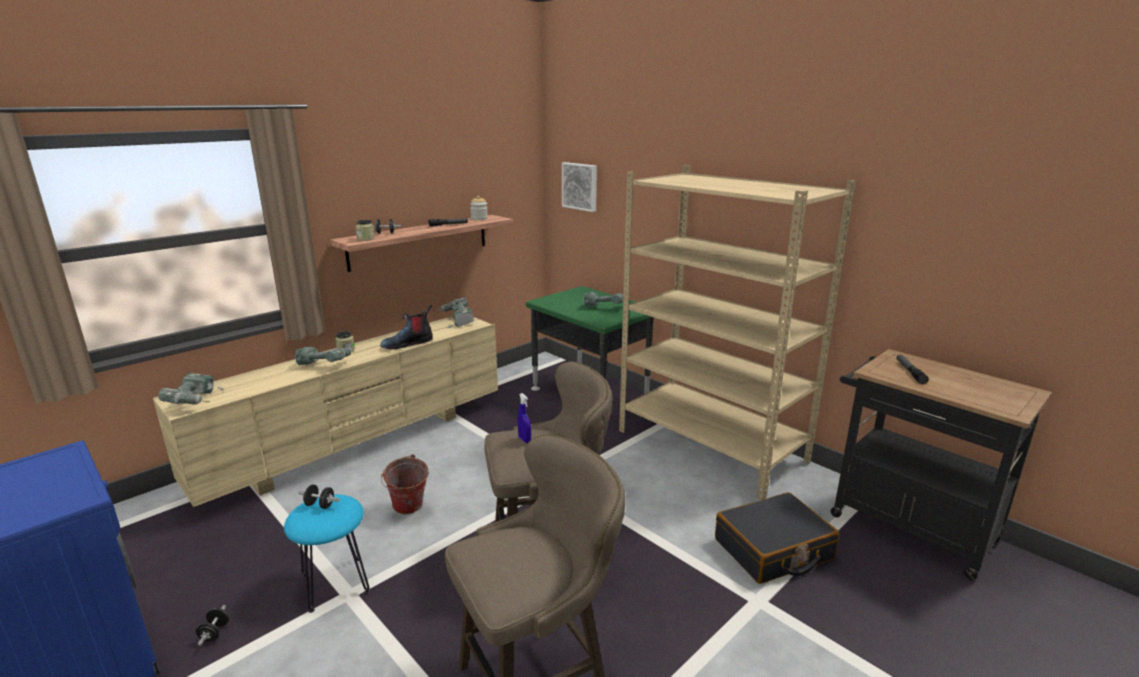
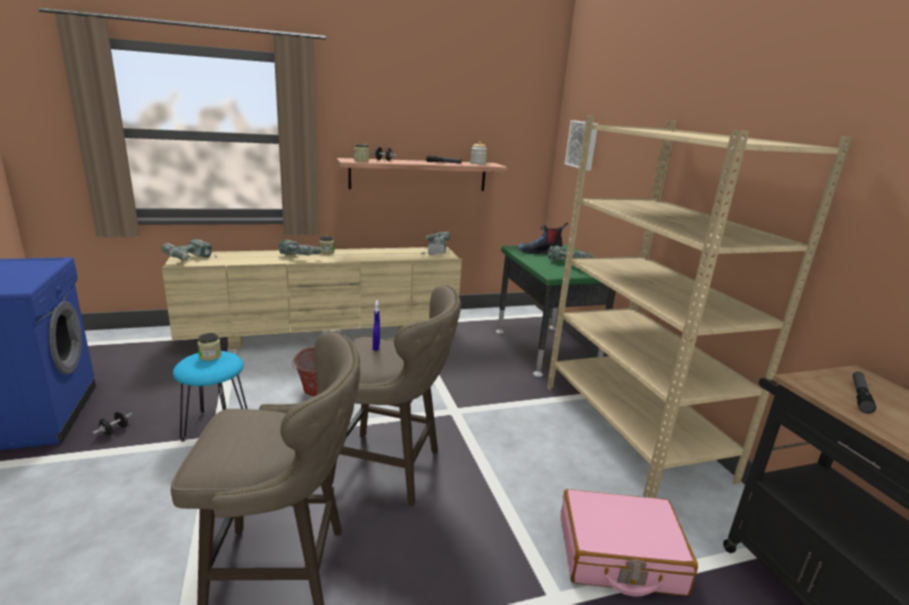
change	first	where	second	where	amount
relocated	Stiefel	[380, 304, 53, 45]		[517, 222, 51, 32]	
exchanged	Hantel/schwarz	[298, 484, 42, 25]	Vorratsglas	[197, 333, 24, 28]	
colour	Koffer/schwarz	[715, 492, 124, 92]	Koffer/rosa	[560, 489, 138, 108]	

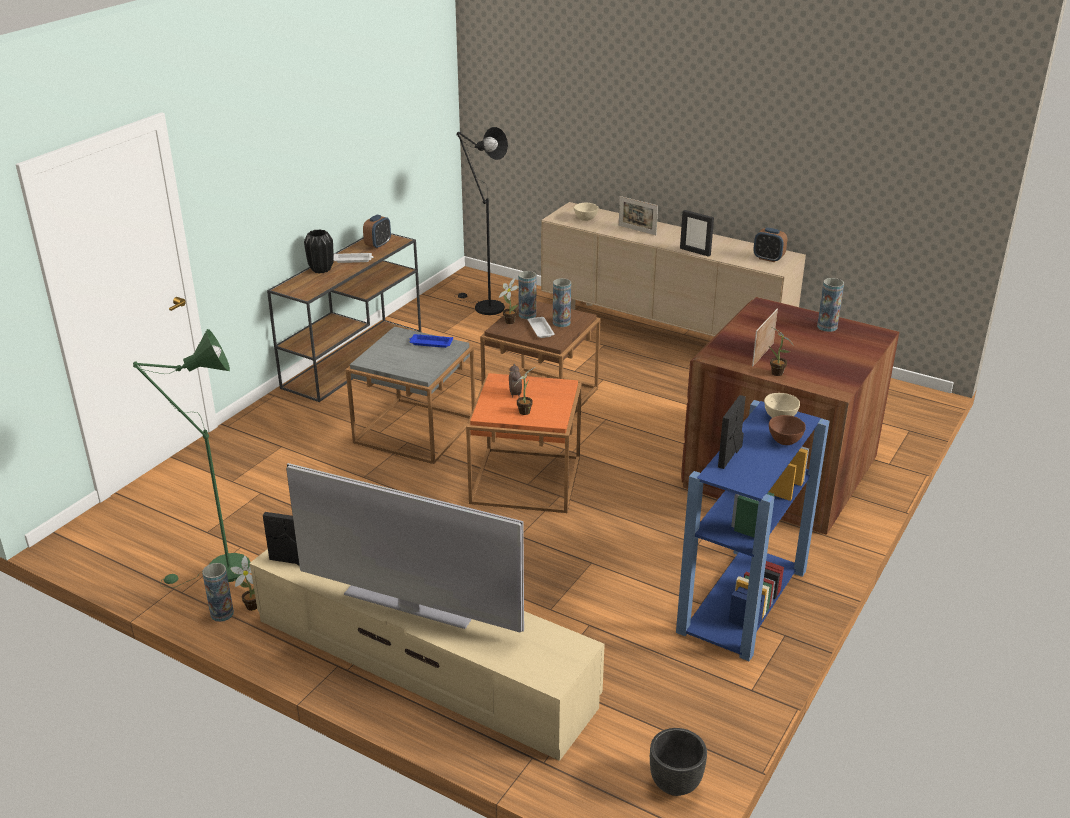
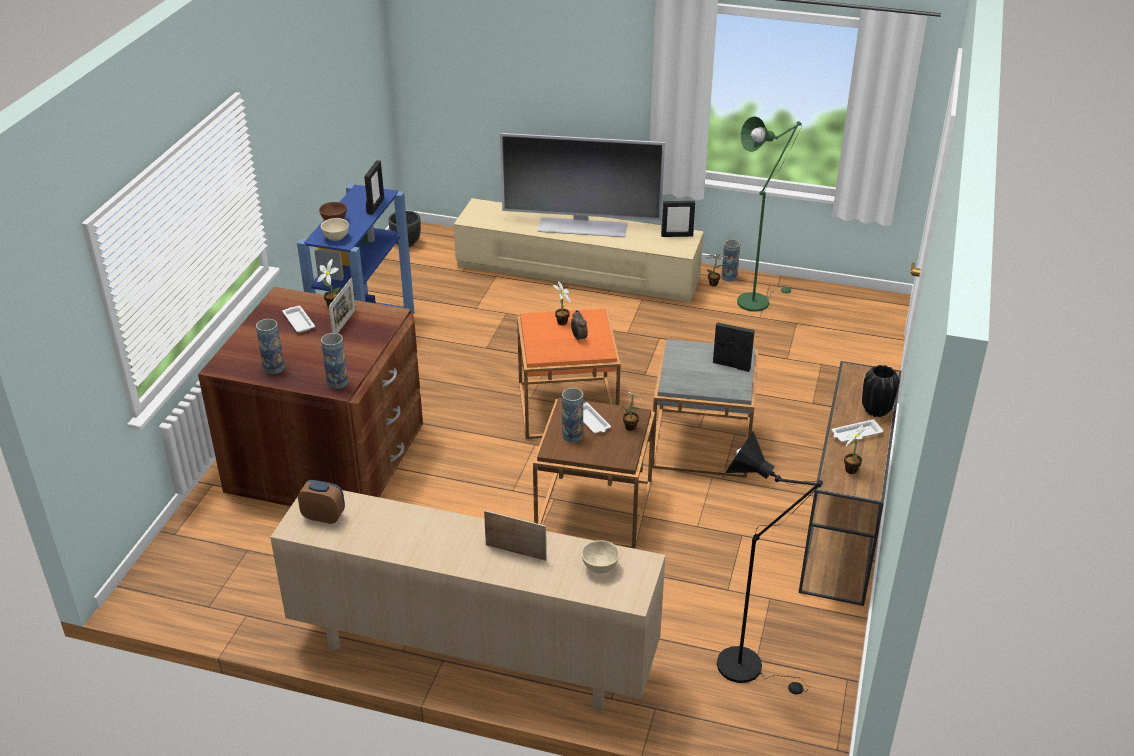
change	first	where	second	where	amount
relocated	Bilderrahmen	[680, 210, 34, 47]		[713, 322, 42, 50]	
exchanged	Wecker	[363, 215, 28, 34]	Topfpflanze	[844, 425, 27, 49]	
relocated	Vase	[518, 271, 18, 48]		[321, 333, 27, 56]	
missing	Tablett/blau	[409, 334, 44, 14]			
appeared			Tablett/weiß	[282, 306, 33, 26]	

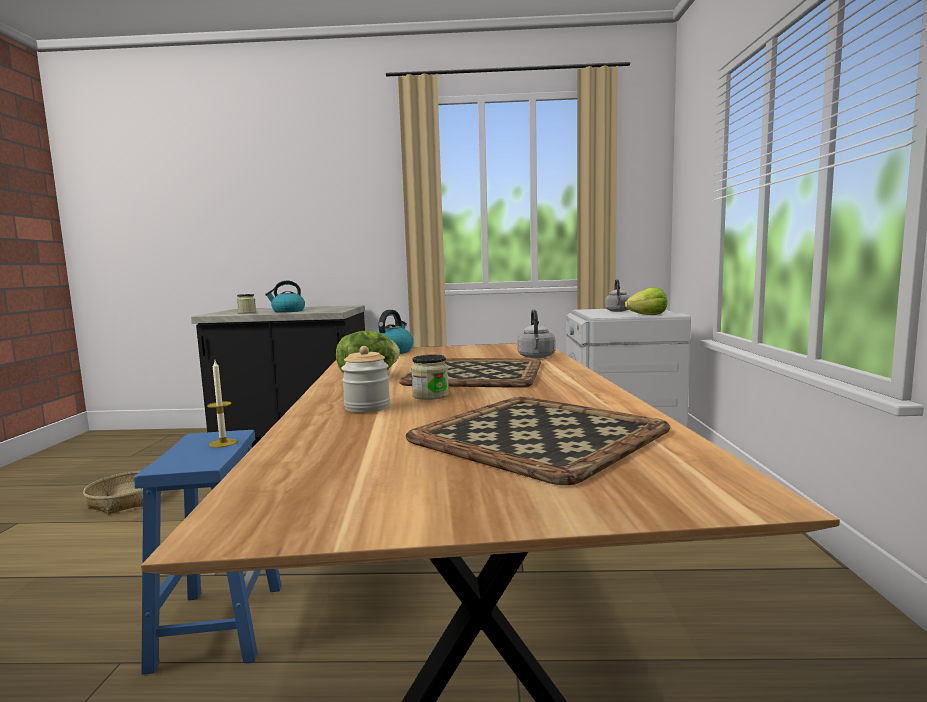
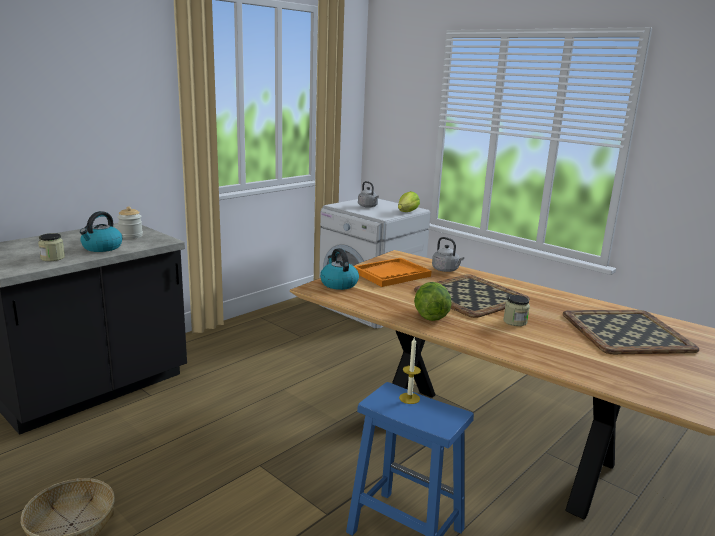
change	first	where	second	where	amount
relocated	Vorratsglas	[341, 346, 49, 67]		[117, 207, 26, 32]	
appeared			Tablett/orange	[354, 258, 77, 29]	

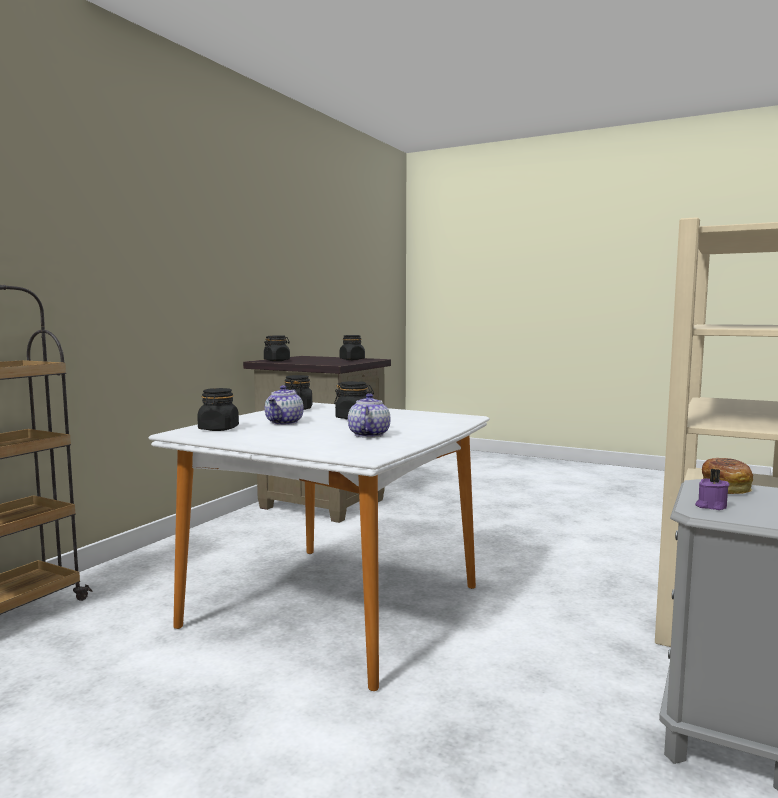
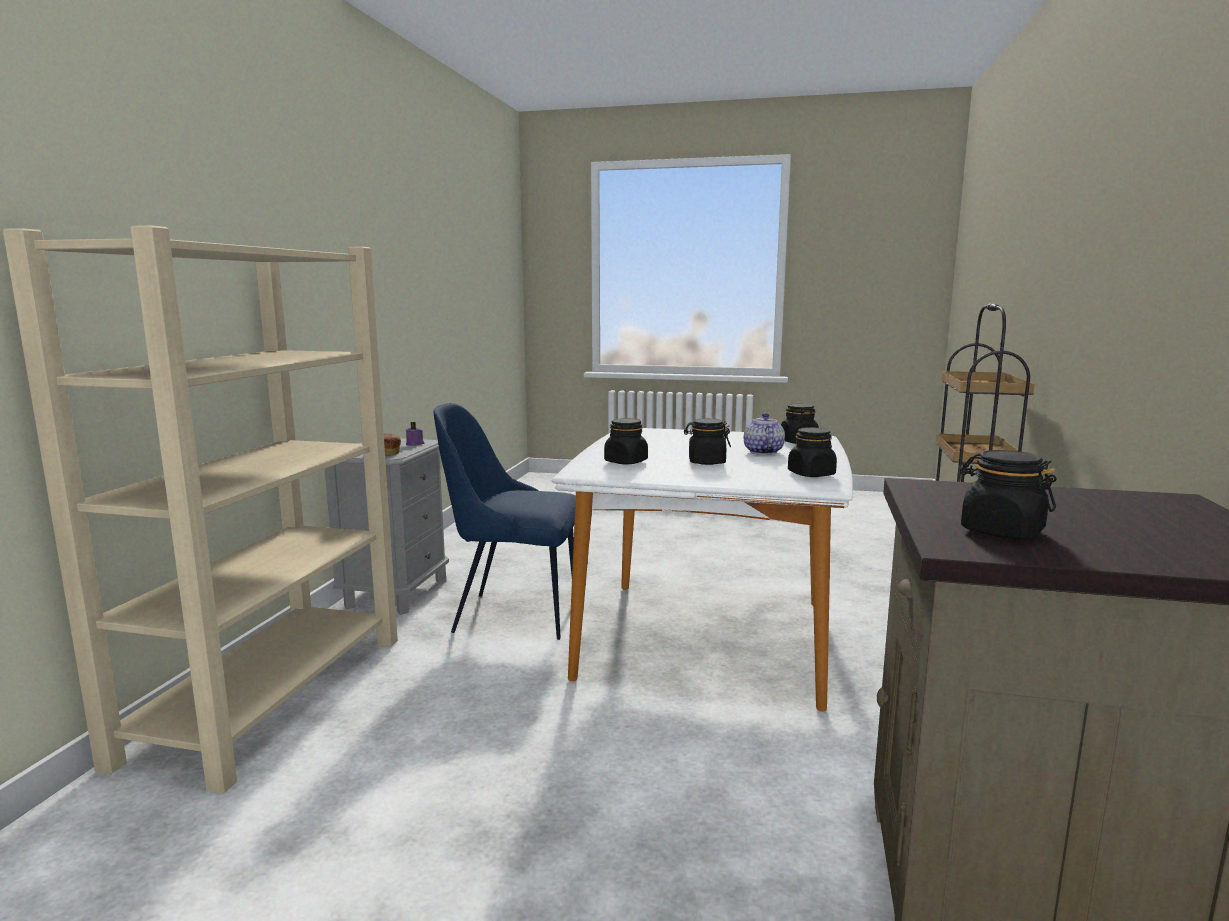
change	first	where	second	where	amount
relocated	Vorratsglas/schwarz	[264, 335, 26, 26]		[604, 418, 44, 46]	
missing	Teekanne	[348, 393, 42, 45]			
appeared			Stuhl/blau	[434, 403, 142, 237]	

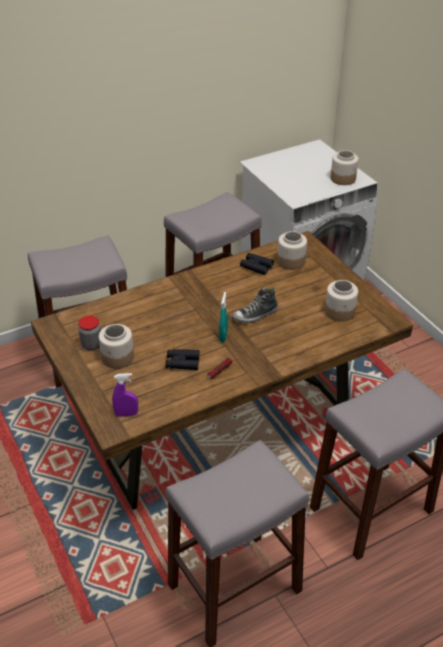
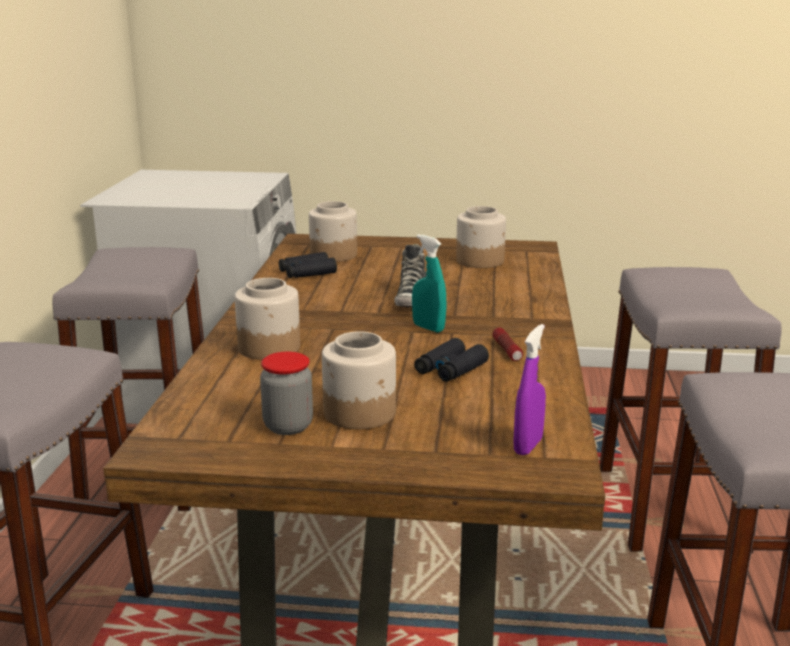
change	first	where	second	where	amount
relocated	Vorratsglas	[331, 150, 28, 35]		[235, 278, 65, 82]	

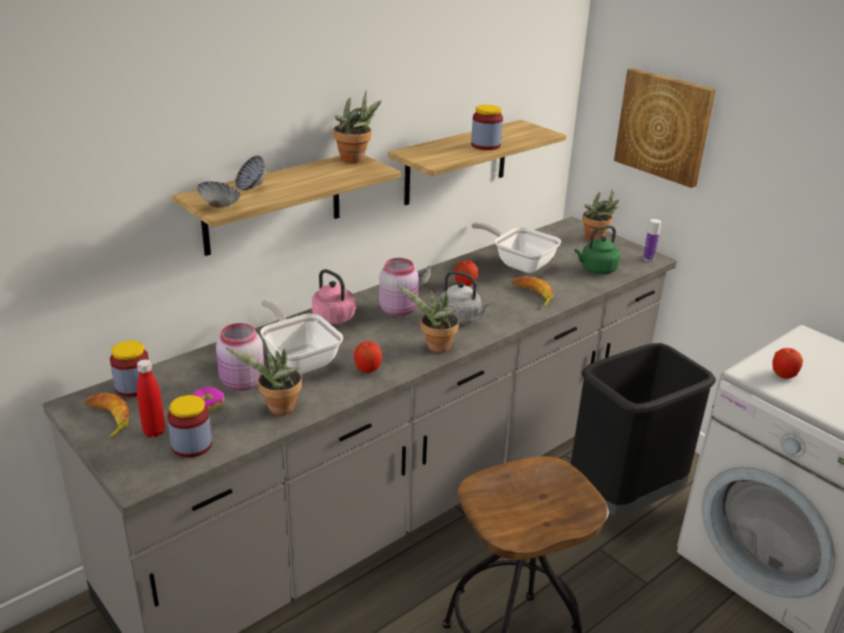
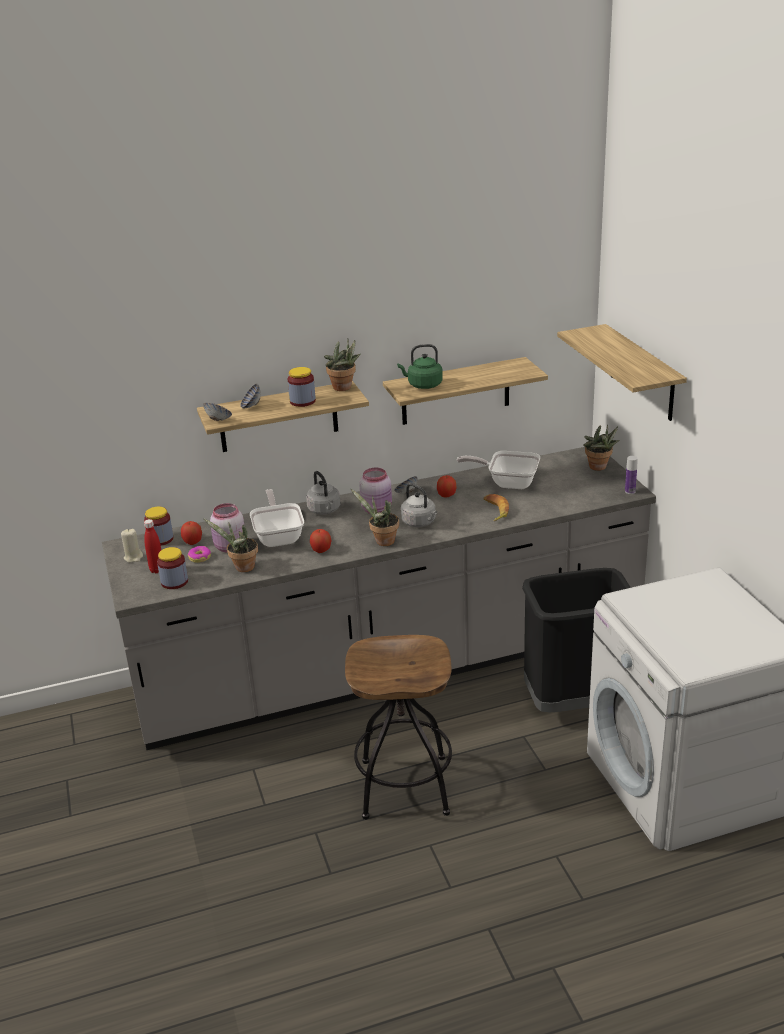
change	first	where	second	where	amount
exchanged	Bild	[614, 68, 102, 120]	Wandregal	[557, 324, 130, 97]	
relocated	Vorratsglas	[471, 105, 32, 45]		[288, 367, 28, 40]	
spun	Pfanne	[471, 222, 90, 51]		[457, 451, 83, 38]	45 degrees counterclockwise
relocated	Wasserkessel/grün	[575, 225, 46, 49]		[397, 344, 46, 45]	
colour	Wasserkessel/rosa	[312, 269, 45, 56]	Wasserkessel/grau	[306, 471, 34, 44]	
relocated	Apfel	[772, 348, 31, 31]		[181, 521, 21, 24]	
exchanged	Banane	[84, 393, 45, 46]	Kerze/beige	[121, 529, 22, 34]	

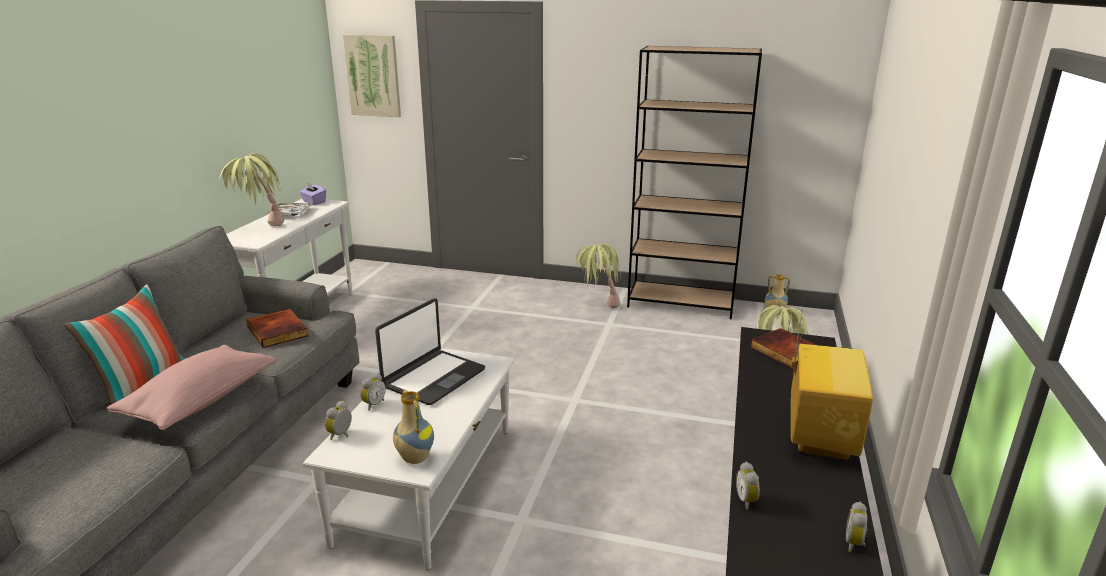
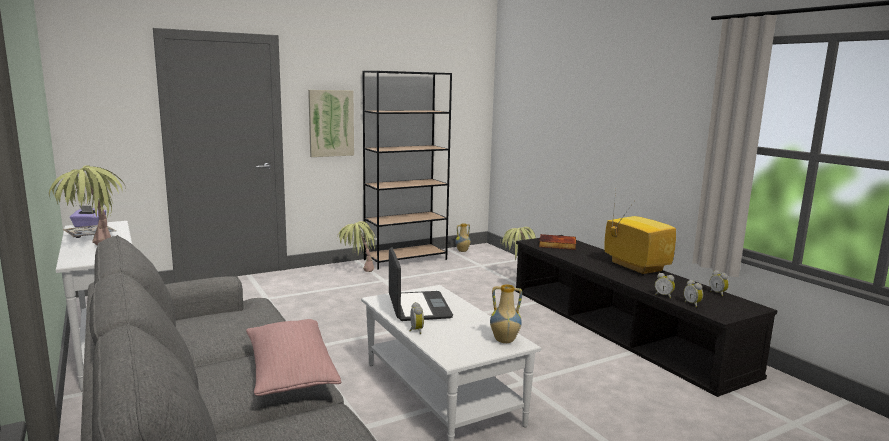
change	first	where	second	where	amount
relocated	Bild	[343, 34, 58, 83]		[308, 90, 46, 67]	
missing	Kissen	[64, 284, 120, 121]			
missing	Buch	[246, 309, 62, 39]			
relocated	Wecker	[325, 400, 27, 40]		[684, 280, 19, 27]	

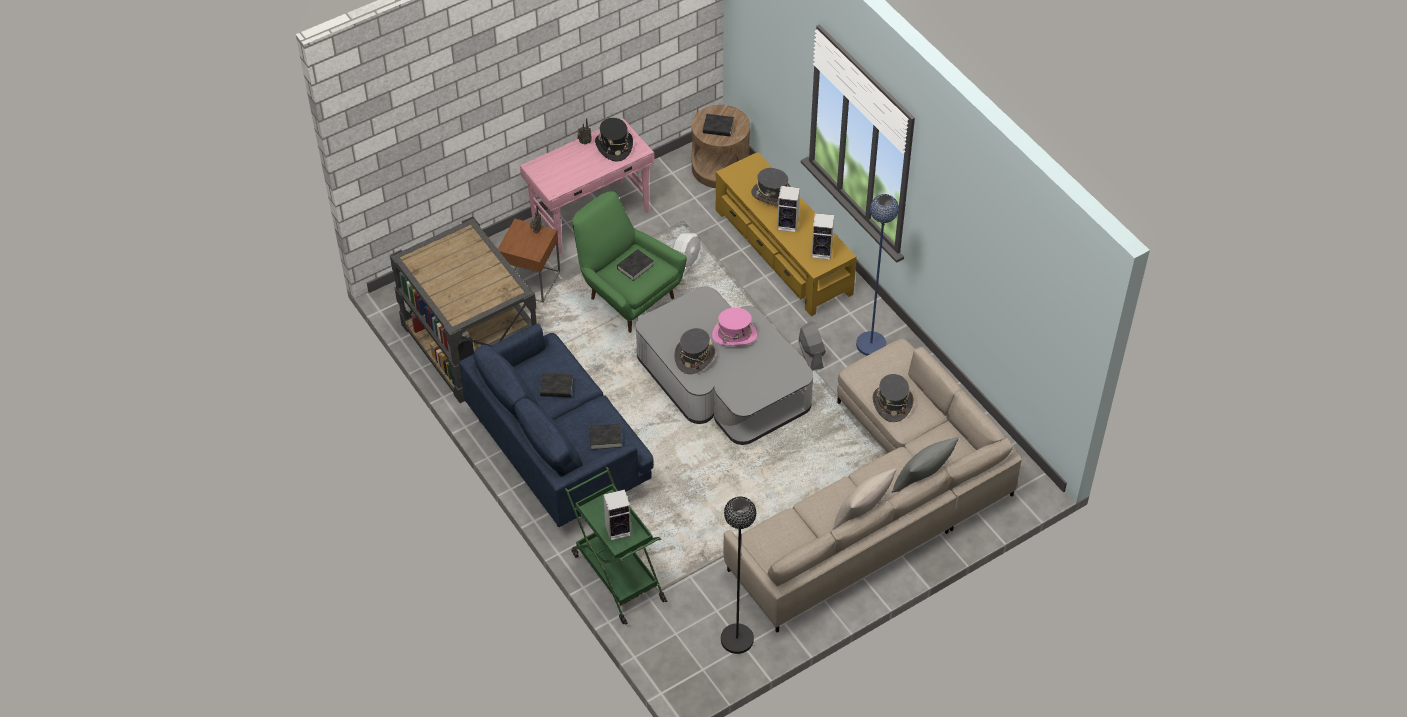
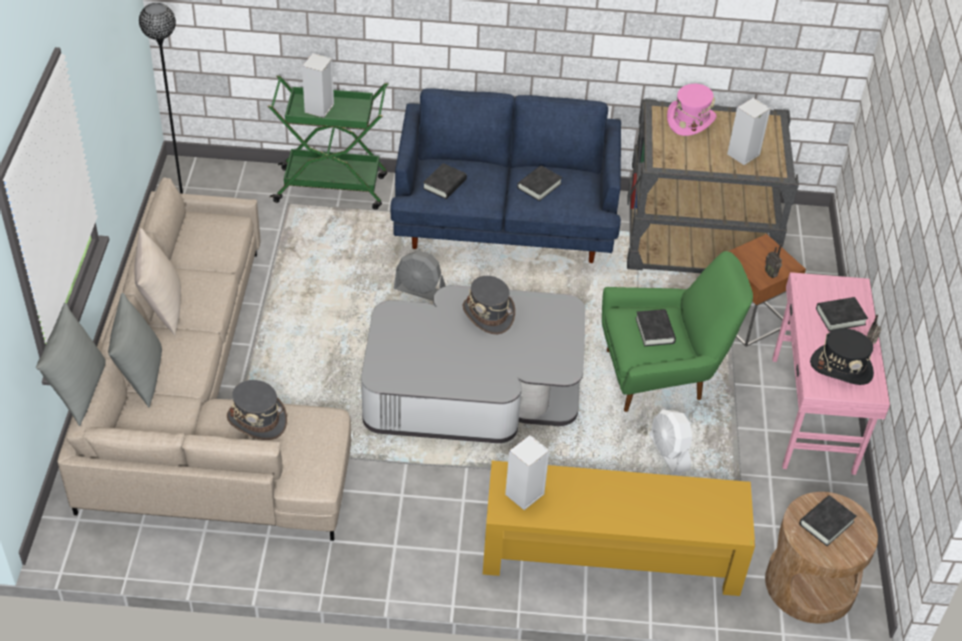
change	first	where	second	where	amount
missing	Hut/grau	[751, 168, 40, 38]			
relocated	Lautsprecher	[777, 186, 23, 46]		[727, 98, 44, 67]	
missing	Stehlampe/blau	[856, 194, 43, 162]			
relocated	Hut/rosa	[712, 308, 45, 38]		[667, 84, 50, 52]	
relocated	Ventilator/grau	[798, 321, 28, 50]		[394, 250, 51, 51]	
appeared			Buch/schwarz	[816, 297, 52, 34]	
appeared			Kissen/grau	[36, 303, 70, 123]	

